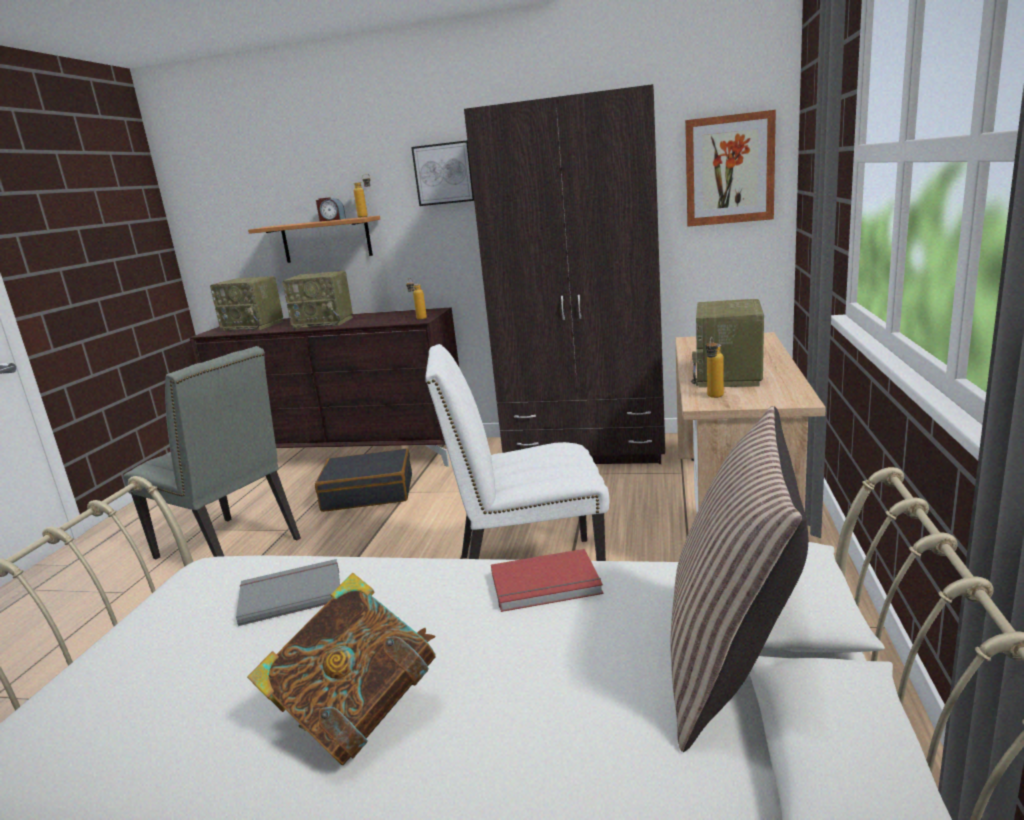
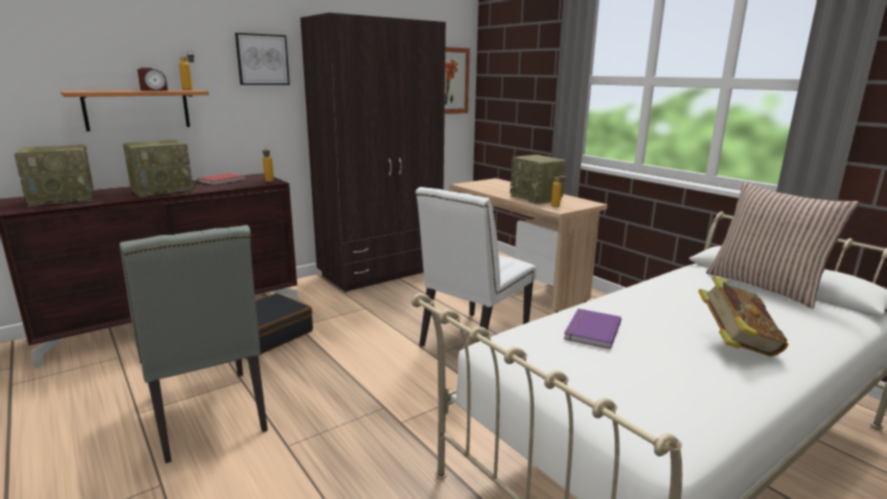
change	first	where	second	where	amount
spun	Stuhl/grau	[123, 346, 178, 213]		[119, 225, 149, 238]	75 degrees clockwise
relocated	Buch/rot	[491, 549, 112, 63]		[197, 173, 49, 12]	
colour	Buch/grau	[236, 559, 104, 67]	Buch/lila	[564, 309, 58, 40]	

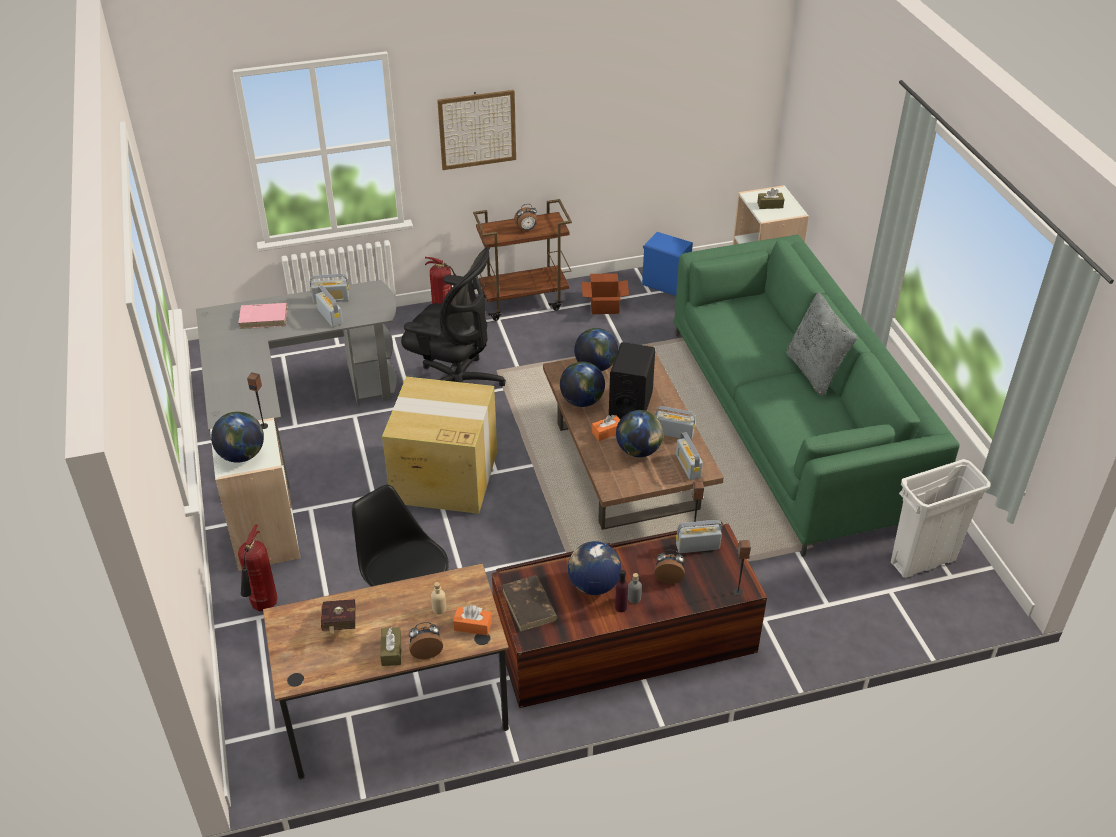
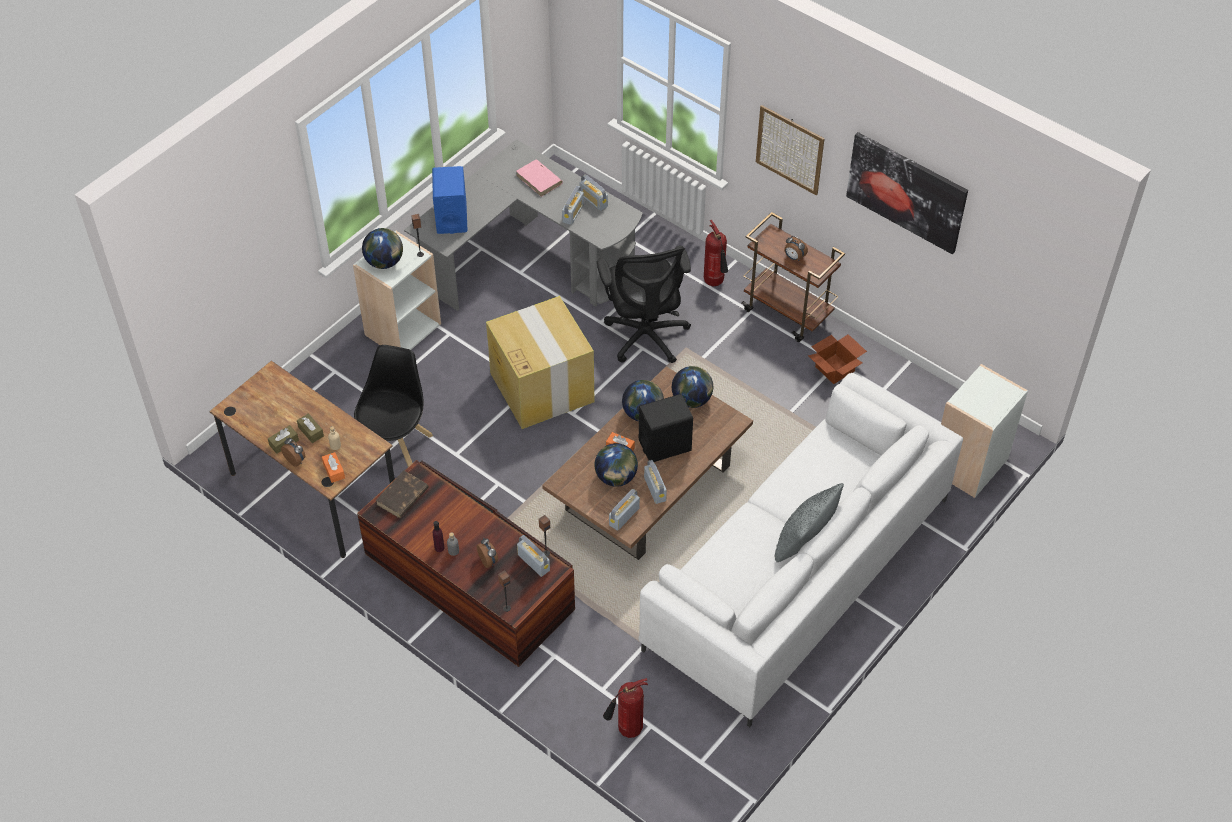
change	first	where	second	where	amount
relocated	Taschentuchbox/braun	[757, 188, 27, 21]		[297, 414, 27, 29]	
relocated	Lautsprecher/blau	[642, 232, 51, 64]		[432, 166, 36, 68]	
colour	Sofa/grün	[674, 235, 285, 322]	Sofa/weiß	[638, 373, 325, 354]	
missing	Mülleimer/weiß	[891, 459, 100, 119]			
relocated	Feuerlöscher	[238, 524, 39, 87]		[603, 678, 45, 60]	
missing	Globus	[568, 541, 53, 54]			
missing	Buch/rot	[321, 599, 35, 35]			
appeared			Bild	[846, 132, 122, 122]	

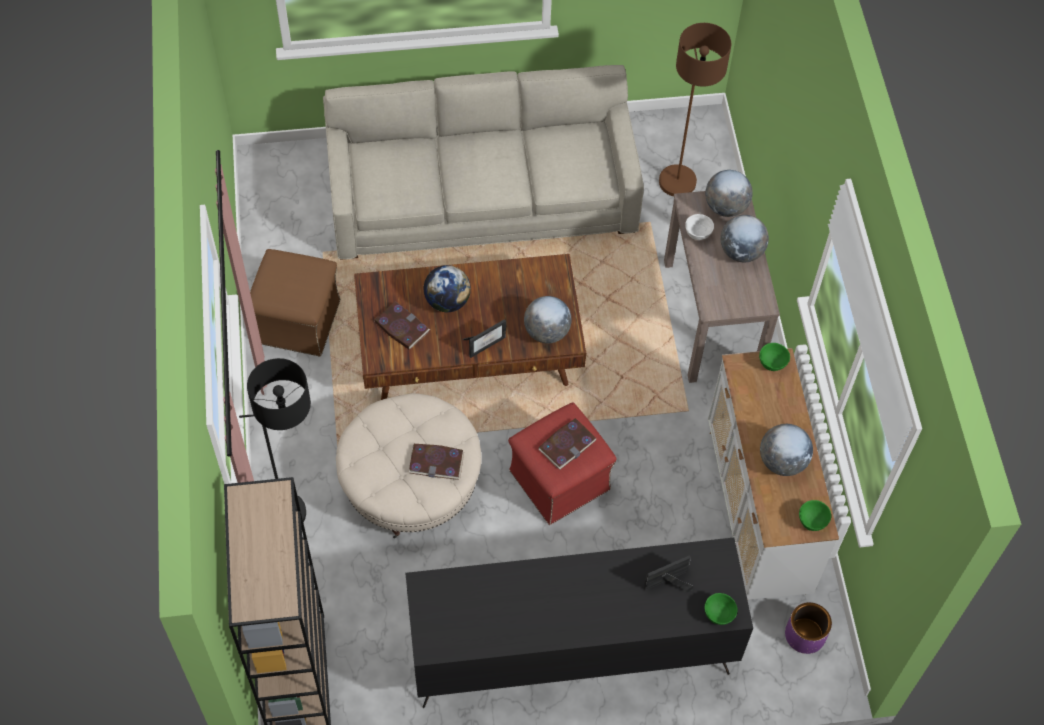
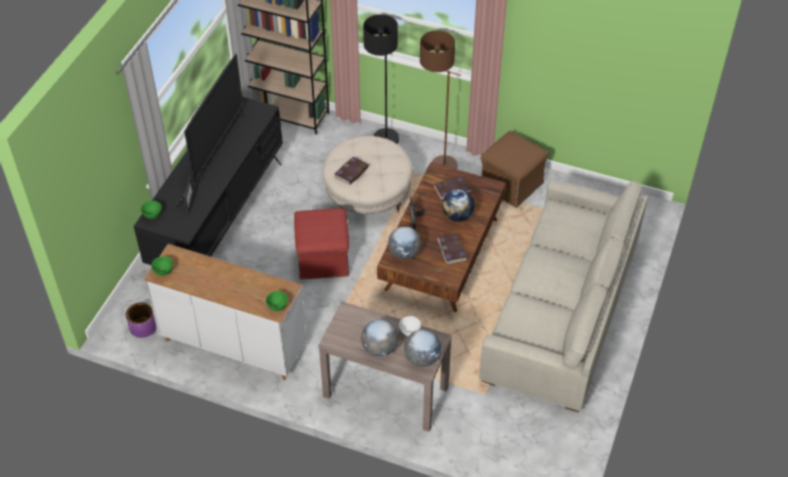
change	first	where	second	where	amount
relocated	Stehlampe/braun	[659, 23, 72, 173]		[420, 30, 41, 139]	
relocated	Buch	[539, 418, 58, 52]		[437, 233, 30, 31]	
missing	Globus	[760, 424, 53, 52]			
appeared			Fernseher	[184, 54, 60, 128]	

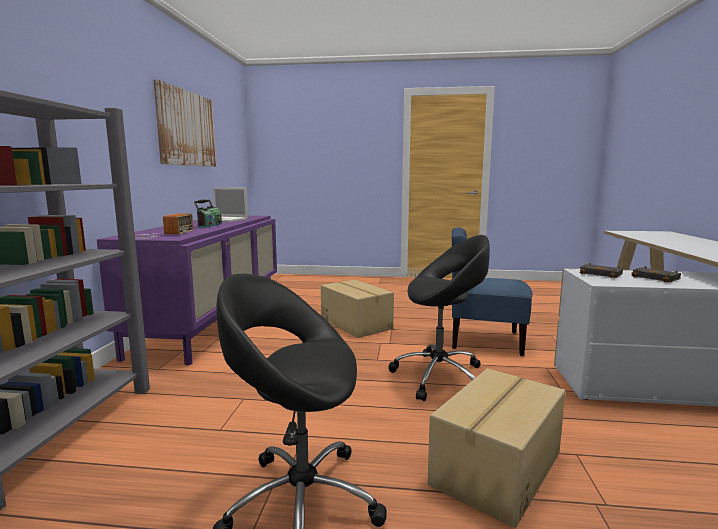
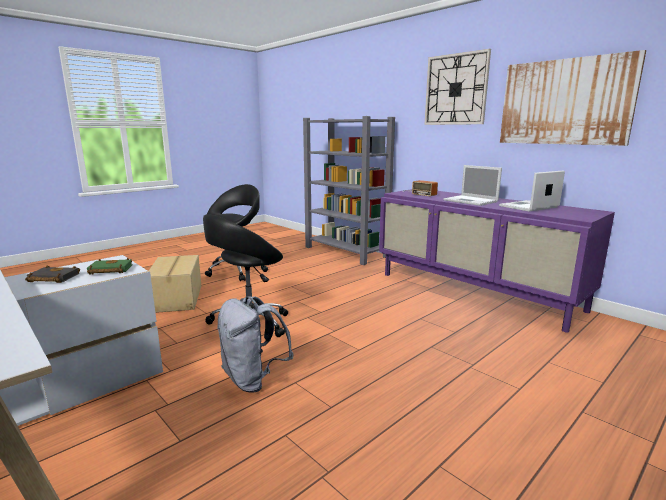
change	first	where	second	where	amount
exchanged	Radio	[194, 199, 28, 29]	Laptop	[443, 165, 59, 41]	
exchanged	Stuhl/blau	[452, 227, 81, 129]	Rucksack/grau	[217, 297, 77, 96]	
colour	Buch/schwarz	[579, 263, 44, 15]	Buch/grün	[87, 258, 45, 17]	
missing	Karton	[321, 280, 73, 58]			
appeared			Wanduhr	[424, 49, 67, 76]	

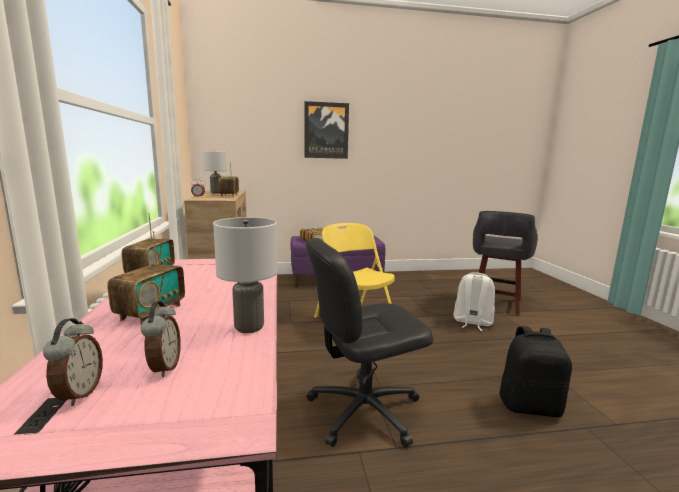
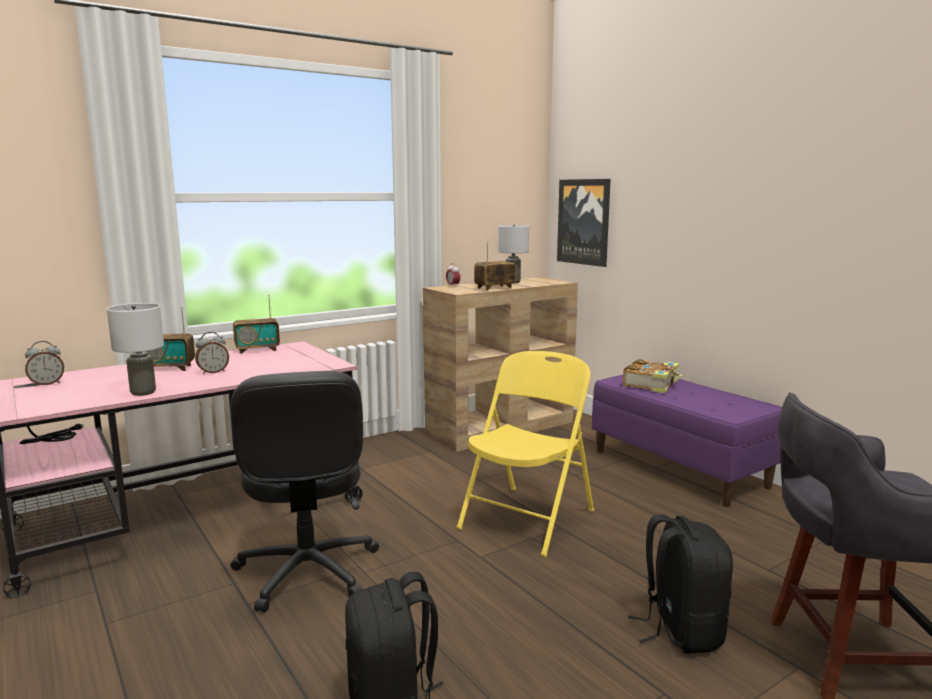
change	first	where	second	where	amount
relocated	Bild	[304, 101, 45, 58]		[557, 179, 54, 88]	
spun	Bürostuhl/schwarz	[305, 238, 128, 209]		[230, 371, 149, 242]	150 degrees counterclockwise
colour	Rucksack/weiß	[454, 272, 41, 59]	Rucksack/schwarz	[628, 514, 105, 140]	
relocated	Wecker	[141, 301, 40, 76]		[195, 332, 34, 42]	

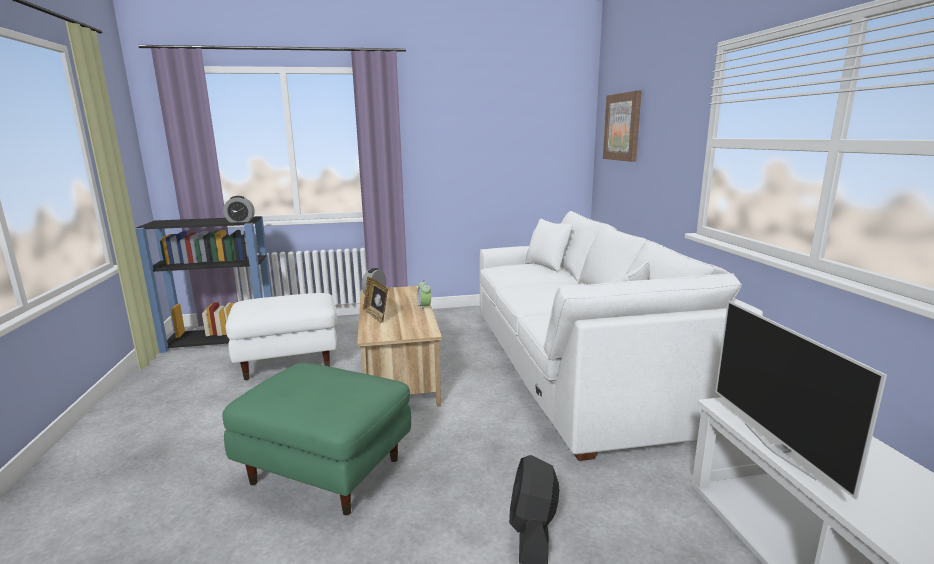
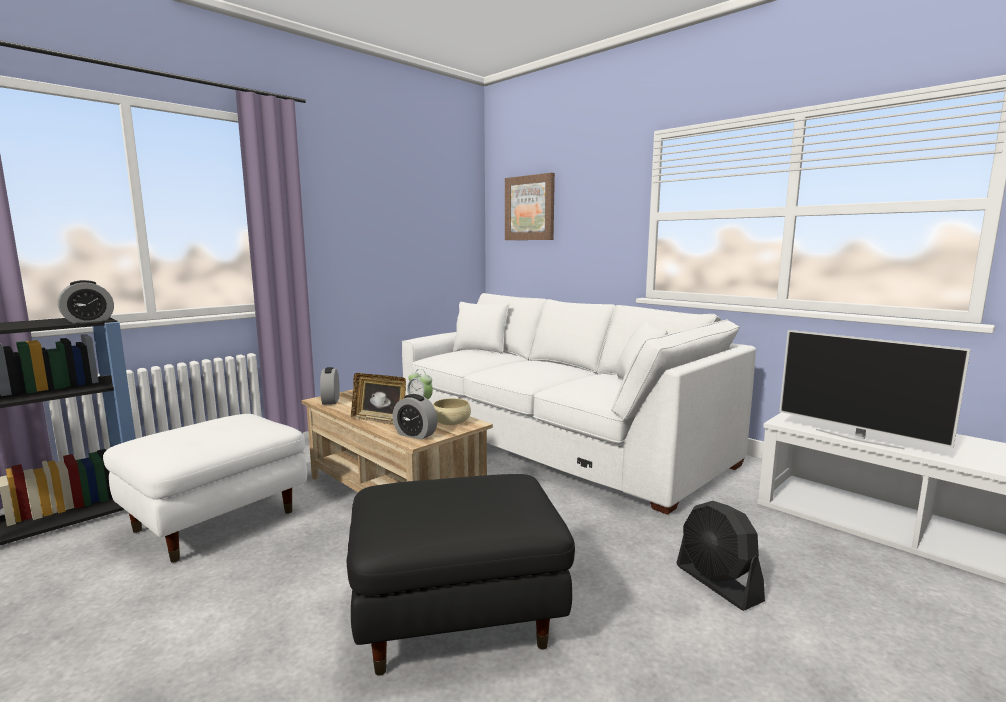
change	first	where	second	where	amount
colour	Polsterhocker/grün	[222, 363, 189, 152]	Polsterhocker/schwarz	[347, 474, 228, 202]	
appeared			Wecker	[393, 394, 45, 46]	
appeared			Schüssel/beige	[433, 398, 38, 27]	

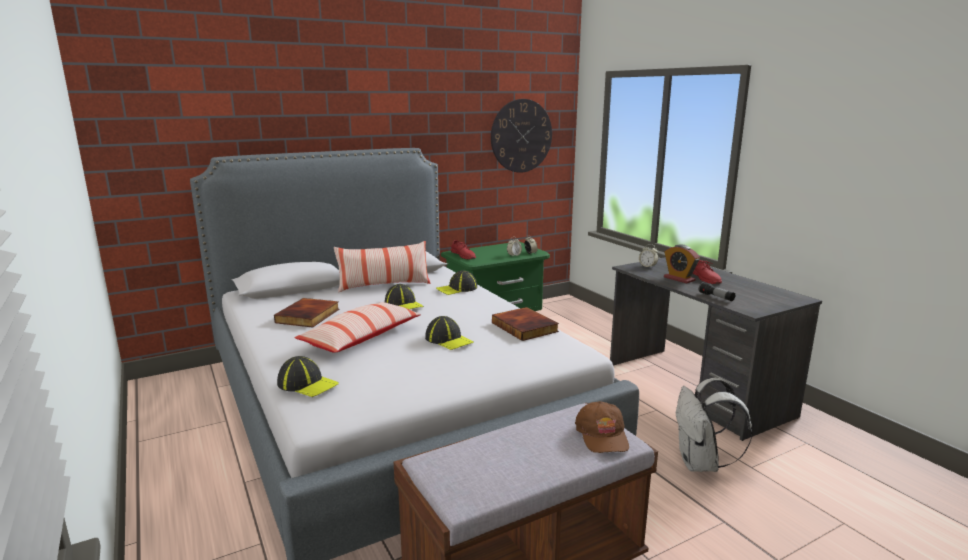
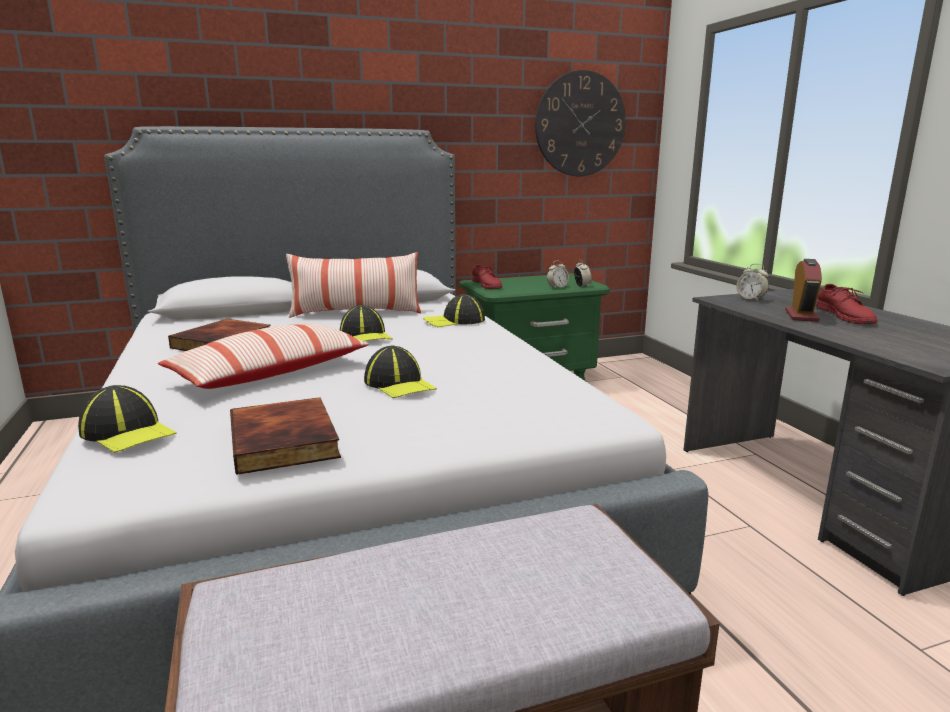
change	first	where	second	where	amount
spun	Wecker	[664, 245, 36, 39]		[785, 259, 37, 63]	135 degrees counterclockwise
missing	Taschenlampe	[699, 282, 37, 19]			
relocated	Buch	[492, 307, 67, 34]		[230, 397, 111, 78]	
missing	Rucksack/weiß	[676, 378, 76, 94]			
missing	Kappe/braun	[575, 401, 54, 52]			

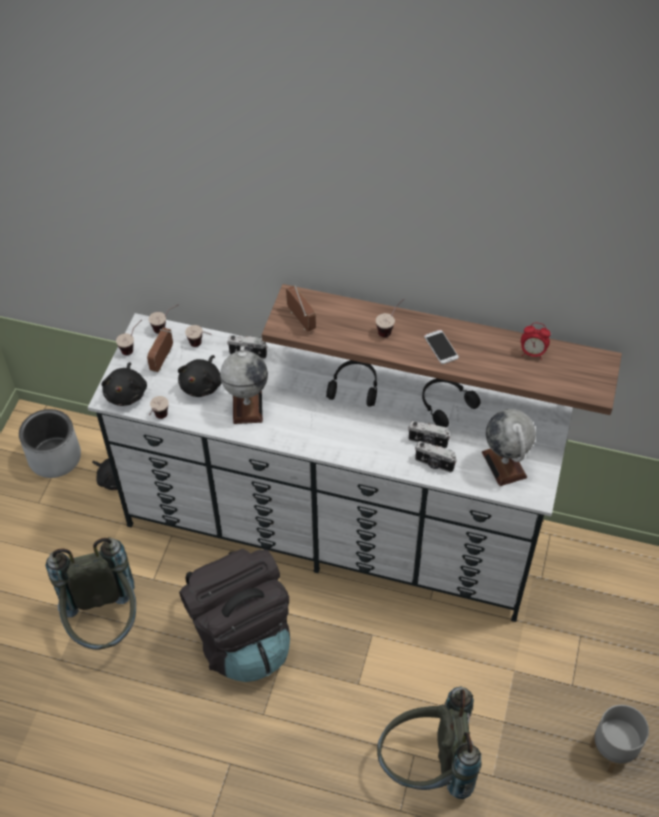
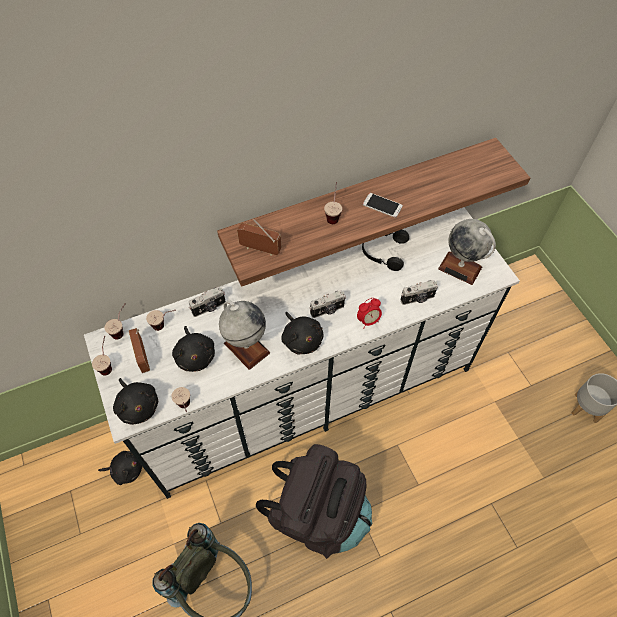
change	first	where	second	where	amount
relocated	Wecker	[521, 323, 30, 37]		[357, 298, 25, 29]	
missing	Kopfhörer/schwarz	[326, 360, 51, 46]			
missing	Pflanzkübel/grau	[19, 409, 62, 69]			
relocated	Kamera	[408, 421, 42, 28]		[310, 290, 36, 28]	
missing	Rucksack/grau	[377, 687, 105, 112]			
appeared			Plüschtier/schwarz	[281, 312, 43, 42]	

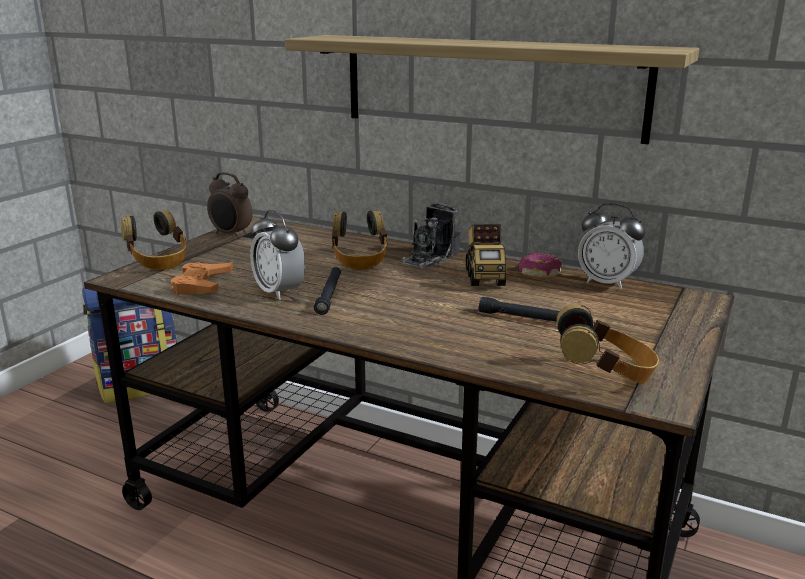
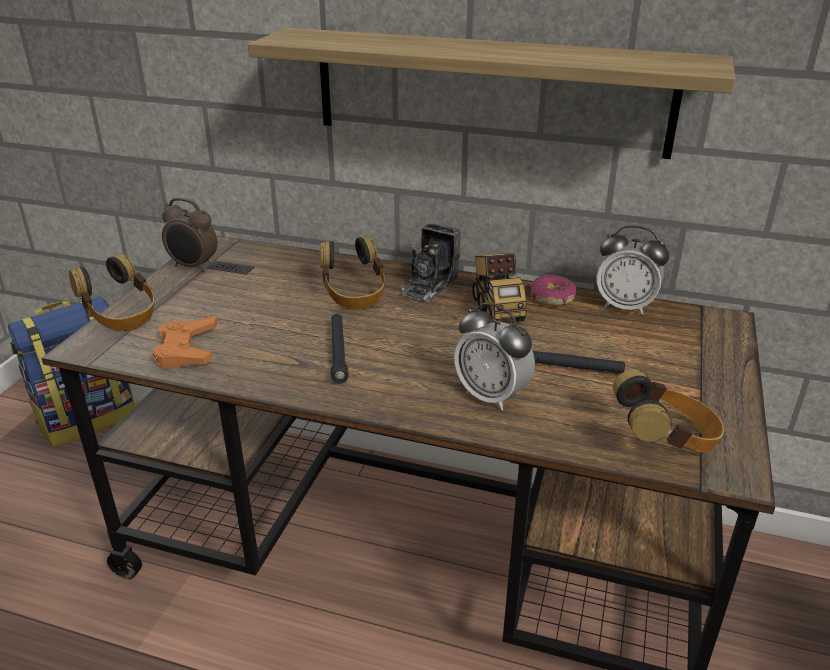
change	first	where	second	where	amount
relocated	Wecker	[250, 210, 55, 90]		[454, 303, 81, 108]	

